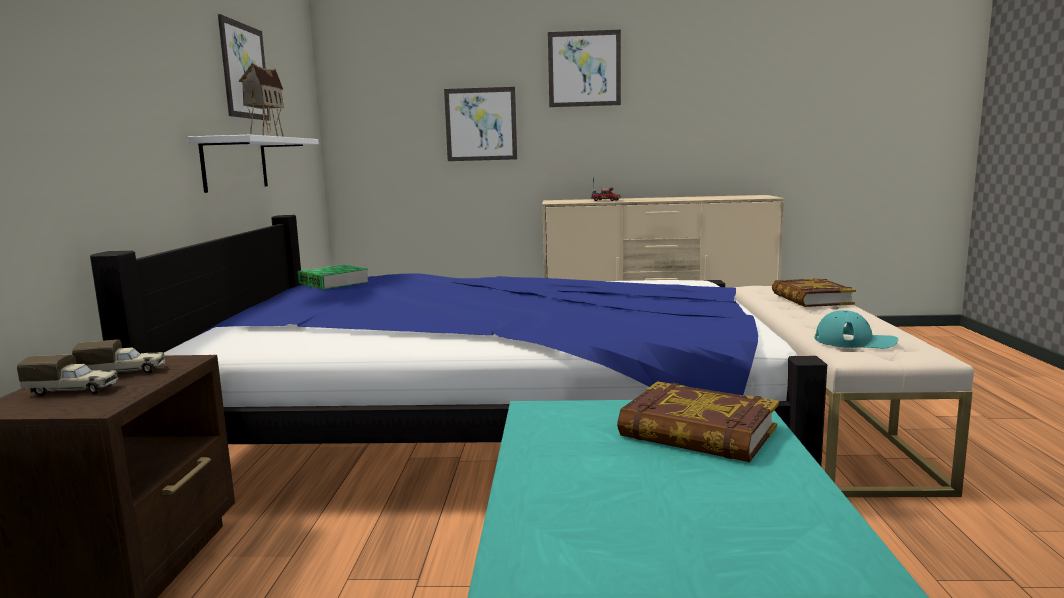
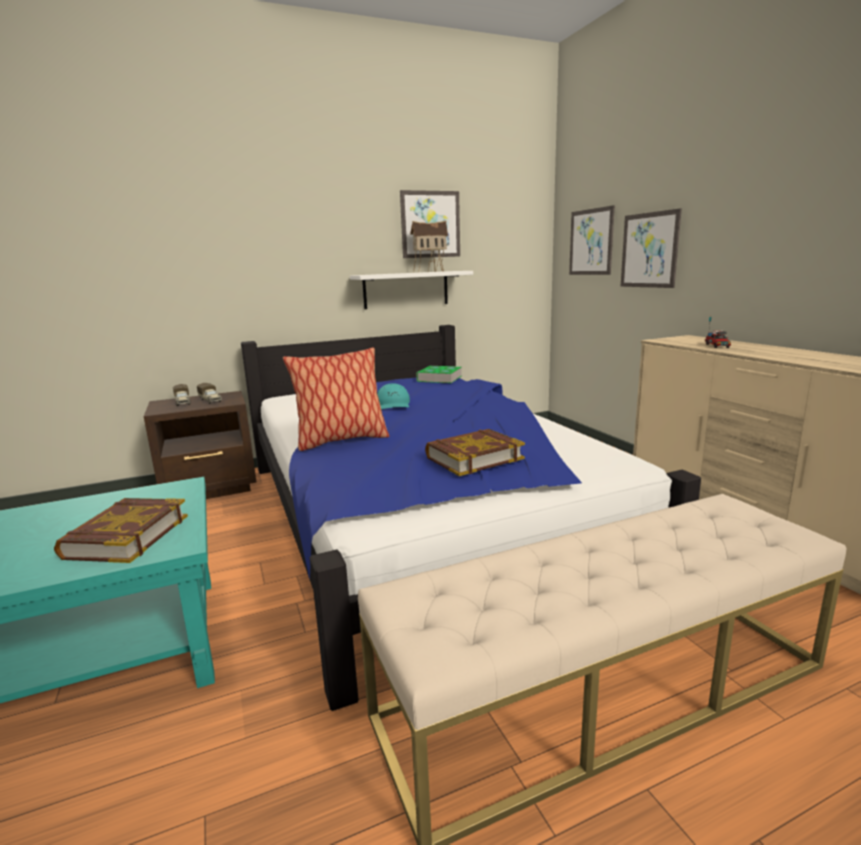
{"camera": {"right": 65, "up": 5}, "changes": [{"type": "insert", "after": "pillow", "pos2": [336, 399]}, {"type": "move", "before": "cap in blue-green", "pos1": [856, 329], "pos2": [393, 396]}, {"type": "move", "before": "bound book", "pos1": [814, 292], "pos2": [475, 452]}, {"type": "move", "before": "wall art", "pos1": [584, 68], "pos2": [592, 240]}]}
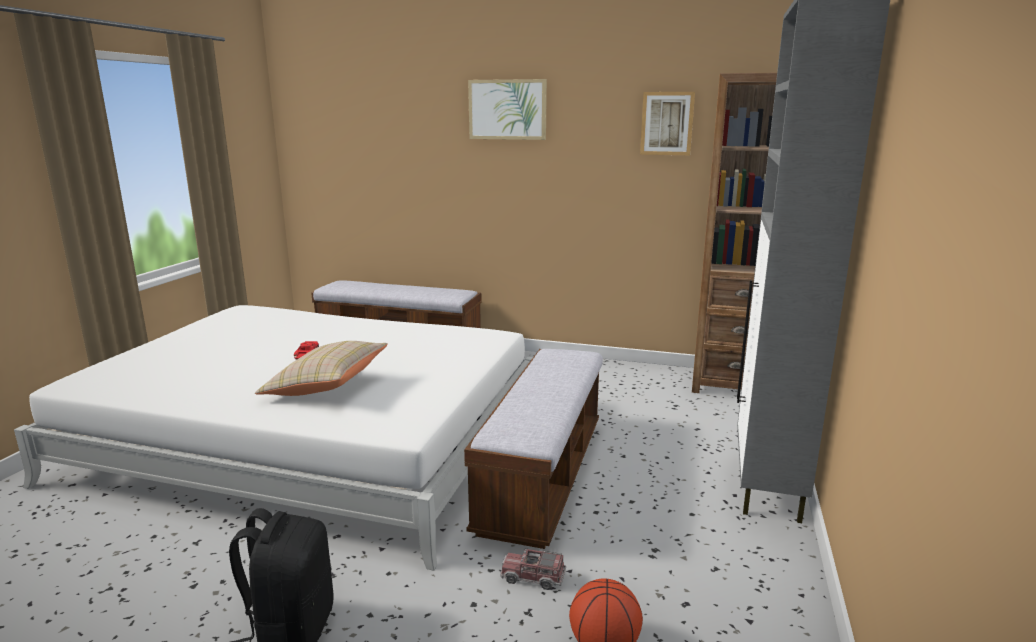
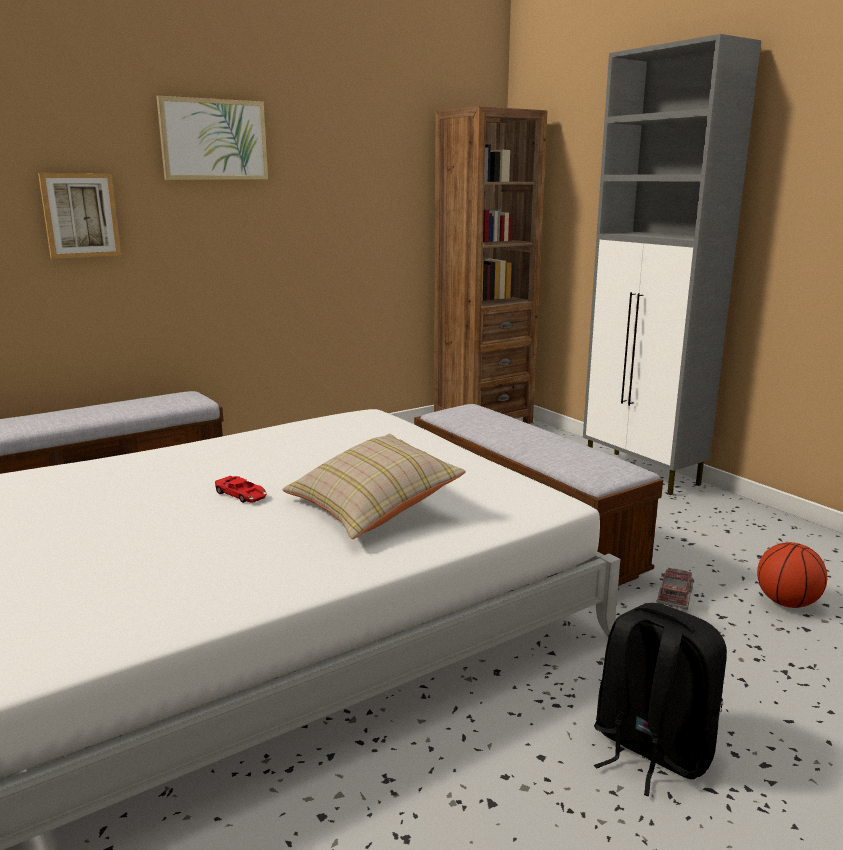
{"camera": {"right": -50, "up": 0}, "changes": [{"type": "move", "before": "wall art", "pos1": [667, 123], "pos2": [79, 216]}, {"type": "rotate", "before": "model truck", "pos1": [533, 569], "pos2": [675, 589], "turn": 150}]}
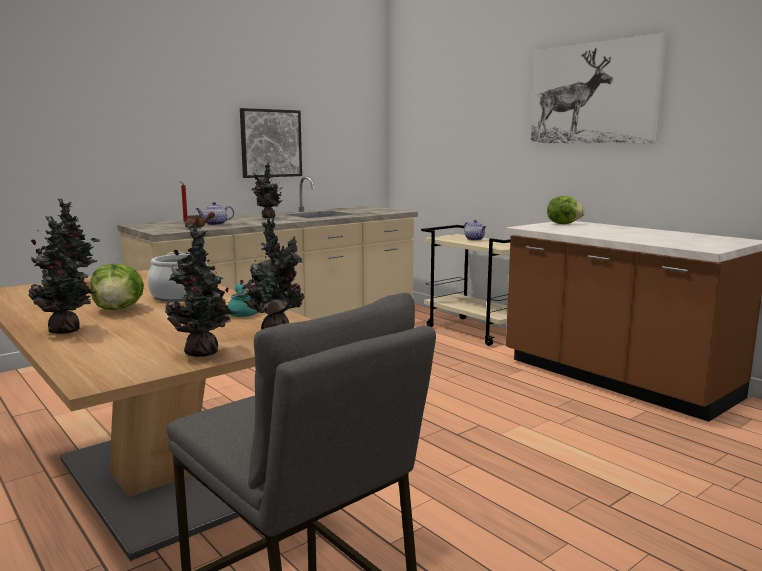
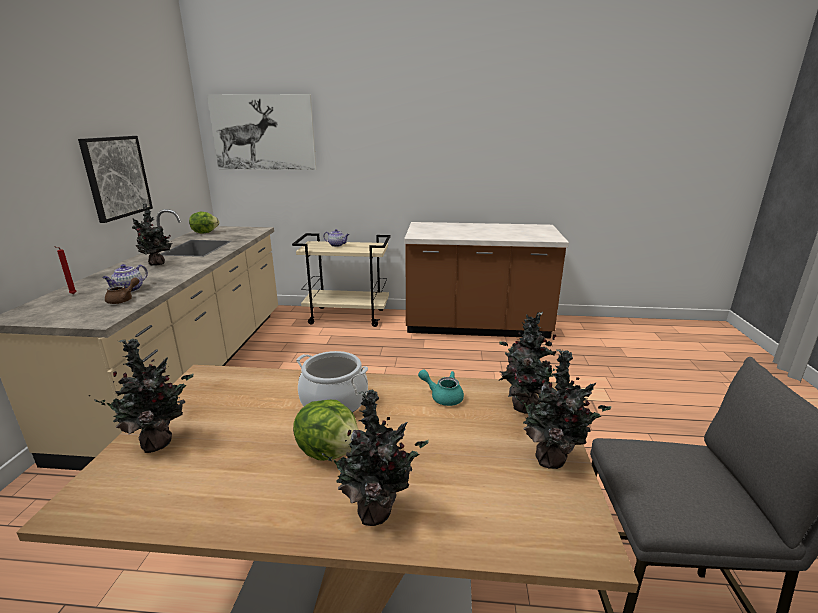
{"camera": {"right": -45, "up": 10}, "changes": [{"type": "move", "before": "lettuce head", "pos1": [566, 210], "pos2": [204, 222]}, {"type": "move", "before": "wall art", "pos1": [599, 88], "pos2": [261, 132]}]}
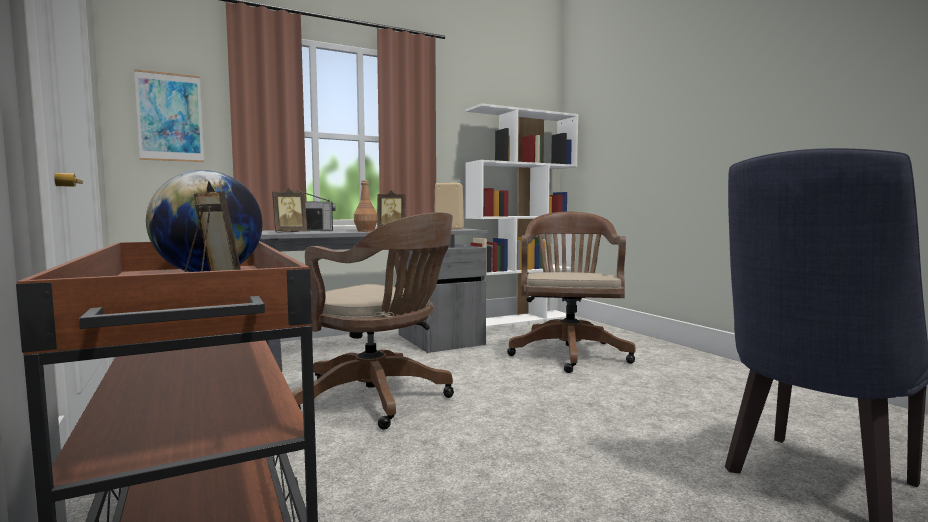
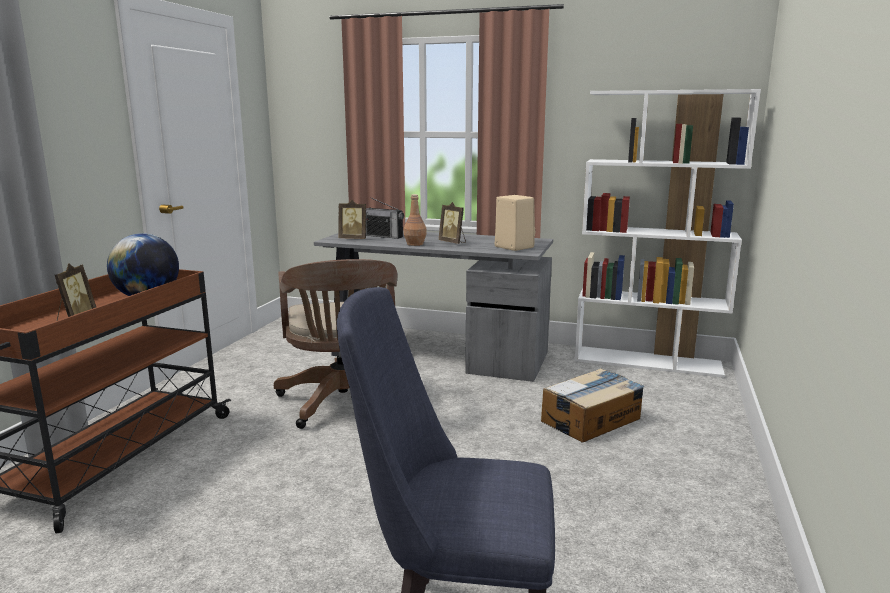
{"camera": {"right": 45, "up": 10}, "changes": [{"type": "replace", "before": "computer chair in brown-coloured", "after": "carton", "pos1": [571, 292], "pos2": [592, 405]}, {"type": "delete", "before": "wall art", "pos1": [169, 115]}]}
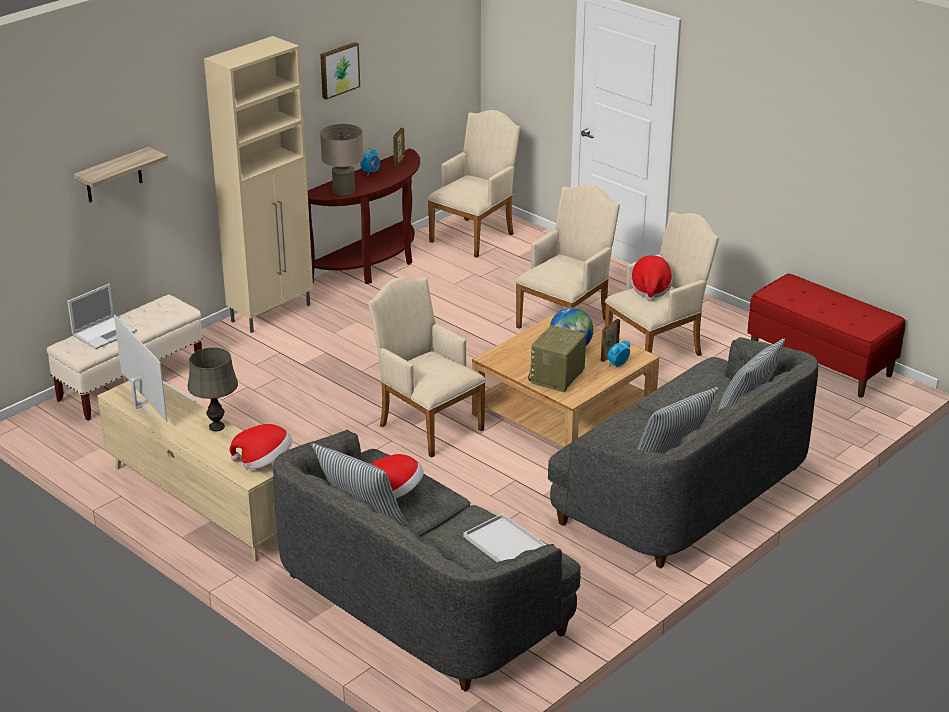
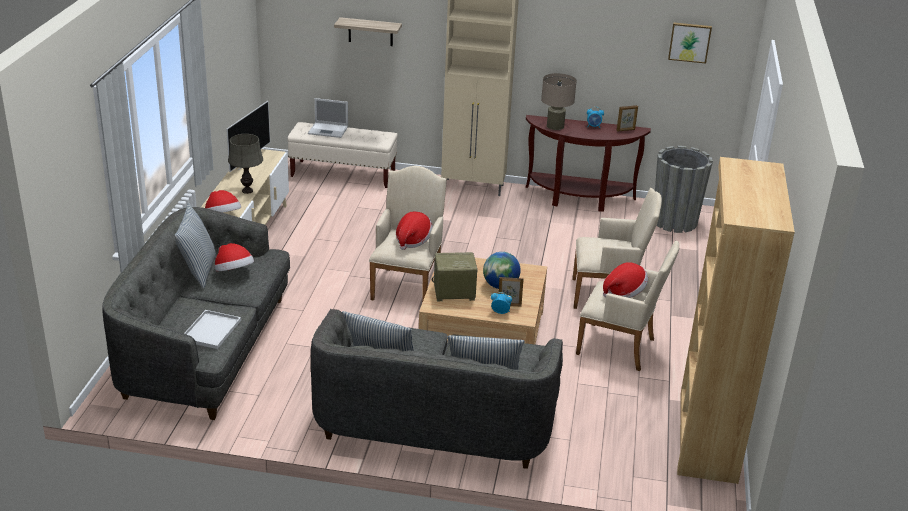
{"camera": {"right": 55, "up": 0}, "changes": [{"type": "insert", "after": "hat", "pos2": [414, 231]}, {"type": "replace", "before": "easy chair in beige", "after": "flower pot in grey", "pos1": [473, 184], "pos2": [684, 189]}, {"type": "move", "before": "wall art", "pos1": [340, 71], "pos2": [690, 42]}, {"type": "replace", "before": "indoor bench in reddish", "after": "shelving unit in brown-coloured", "pos1": [826, 336], "pos2": [736, 320]}]}
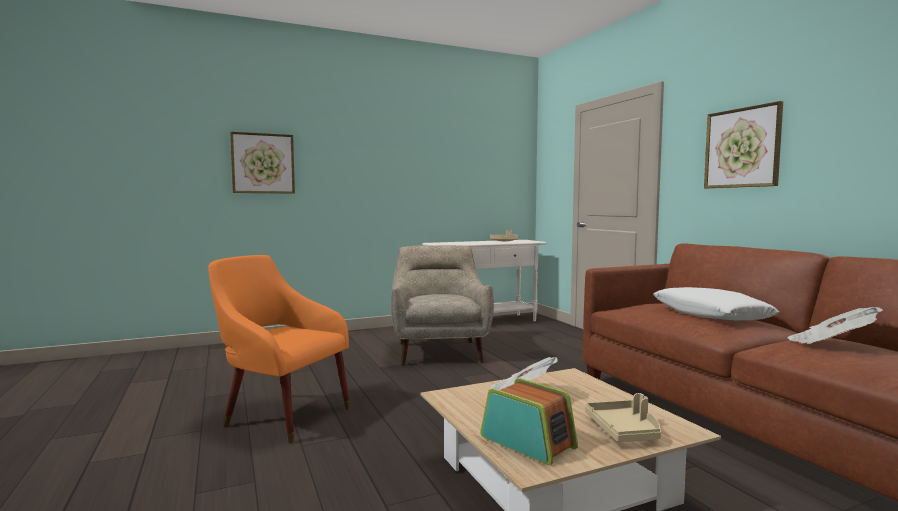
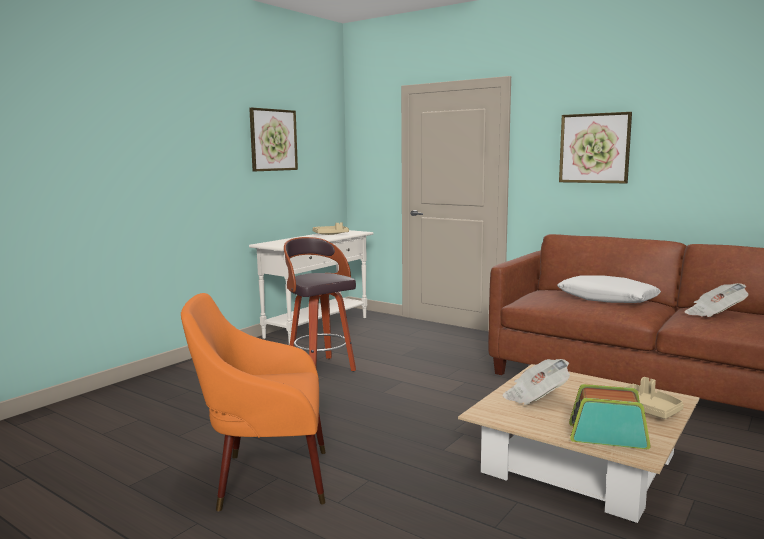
{"camera": {"right": -30, "up": 5}, "changes": [{"type": "move", "before": "wall art", "pos1": [262, 163], "pos2": [273, 139]}, {"type": "replace", "before": "easy chair in beige", "after": "sitting stool", "pos1": [442, 305], "pos2": [320, 304]}]}
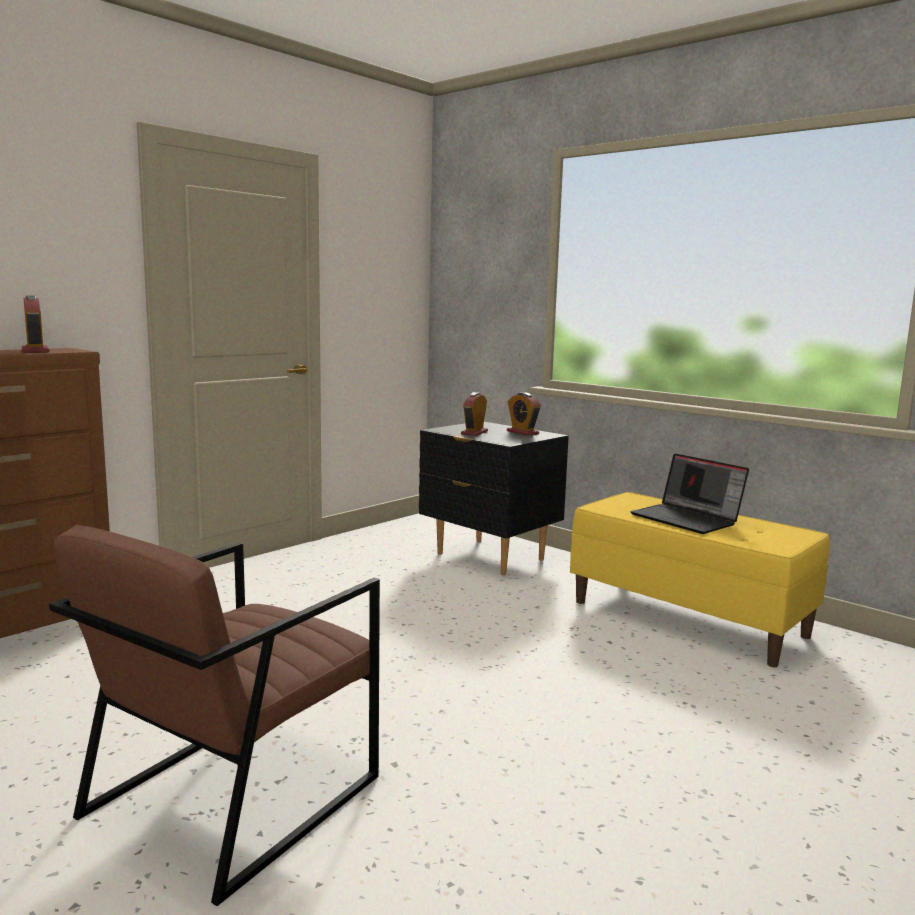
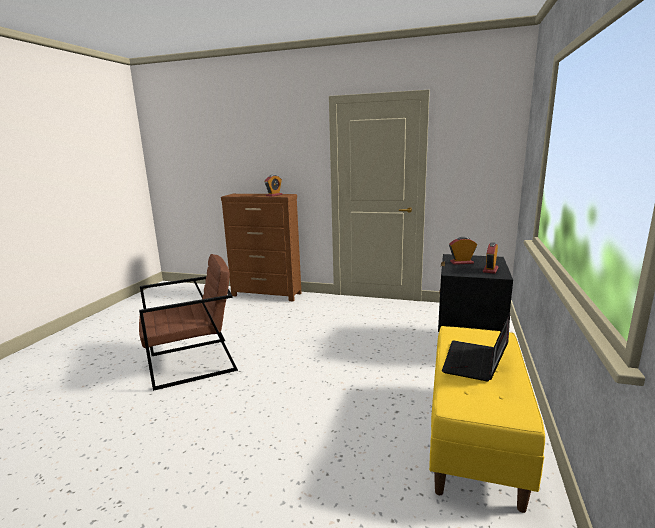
{"camera": {"right": 65, "up": 5}, "changes": [{"type": "rotate", "before": "easy chair in brown-coloured", "pos1": [214, 715], "pos2": [188, 322], "turn": 150}]}
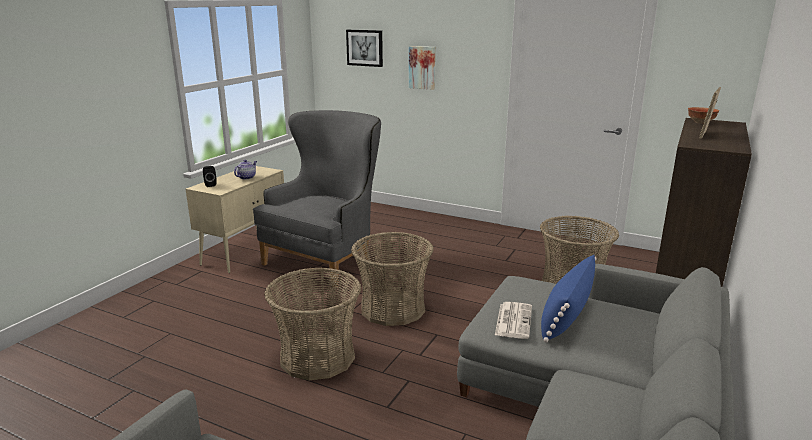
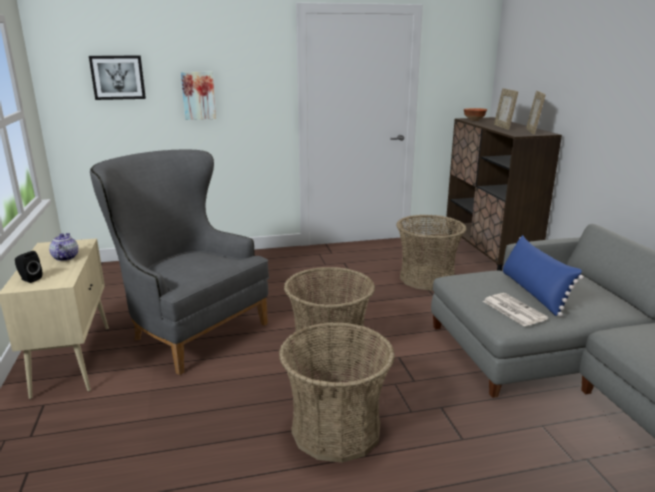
{"camera": {"right": -40, "up": 0}, "changes": [{"type": "rotate", "before": "easy chair in grey", "pos1": [317, 198], "pos2": [179, 262], "turn": -45}, {"type": "insert", "after": "standing frame", "pos2": [535, 113]}]}
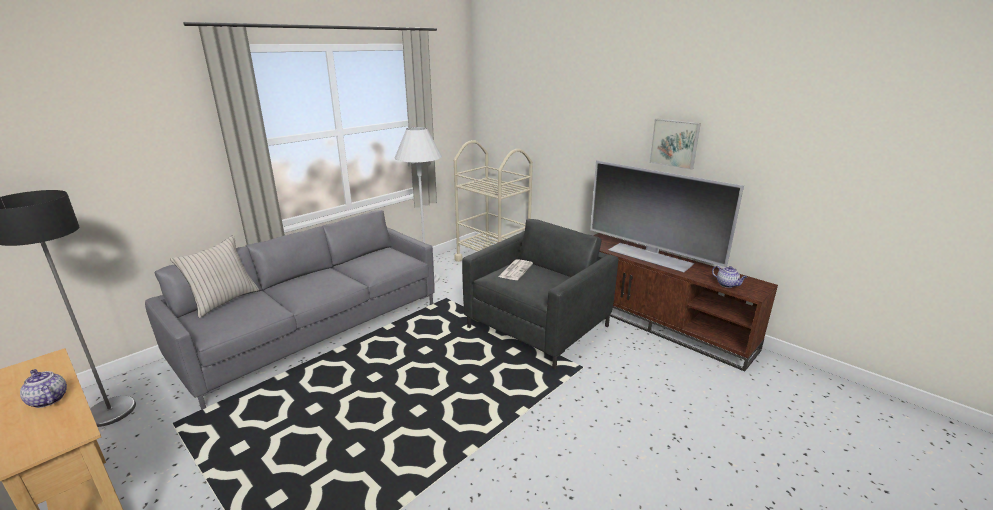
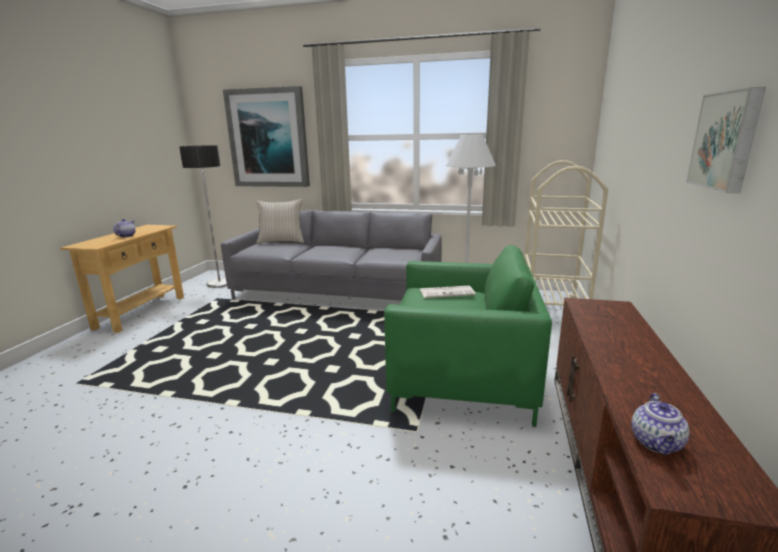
{"camera": {"right": 60, "up": -5}, "changes": [{"type": "insert", "after": "wall art", "pos2": [266, 136]}, {"type": "recolor", "before": "easy chair in grey", "after": "easy chair in green-coloured", "pos1": [540, 294], "pos2": [468, 336]}, {"type": "delete", "before": "TV", "pos1": [667, 217]}]}
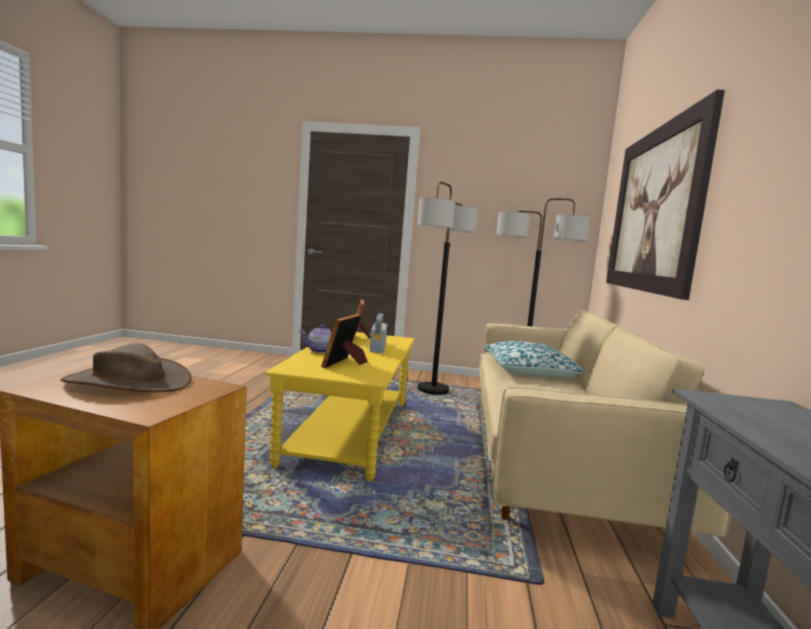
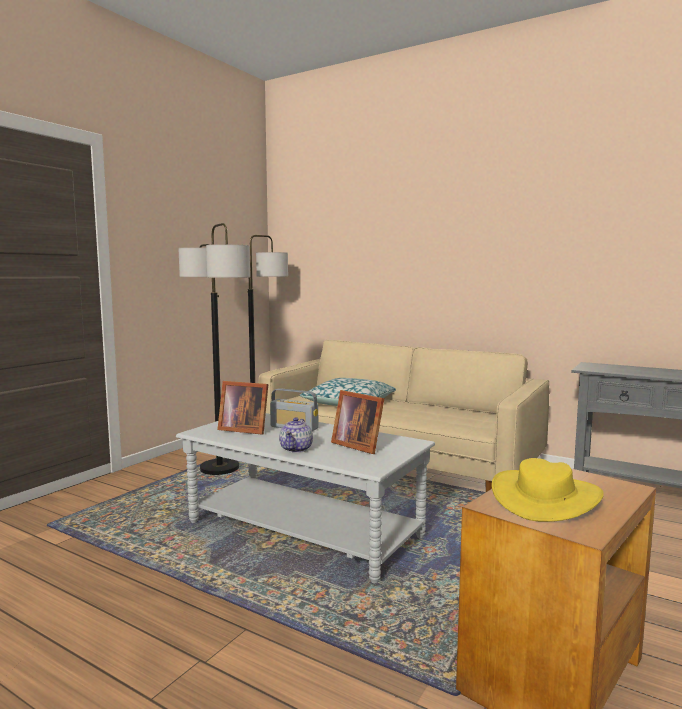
{"camera": {"right": -65, "up": 0}, "changes": [{"type": "recolor", "before": "low table in yellow-coloured", "after": "low table in grey", "pos1": [339, 407], "pos2": [305, 498]}, {"type": "recolor", "before": "hat in brown-coloured", "after": "hat in yellow-coloured", "pos1": [126, 367], "pos2": [547, 490]}, {"type": "delete", "before": "wall art", "pos1": [665, 195]}]}
